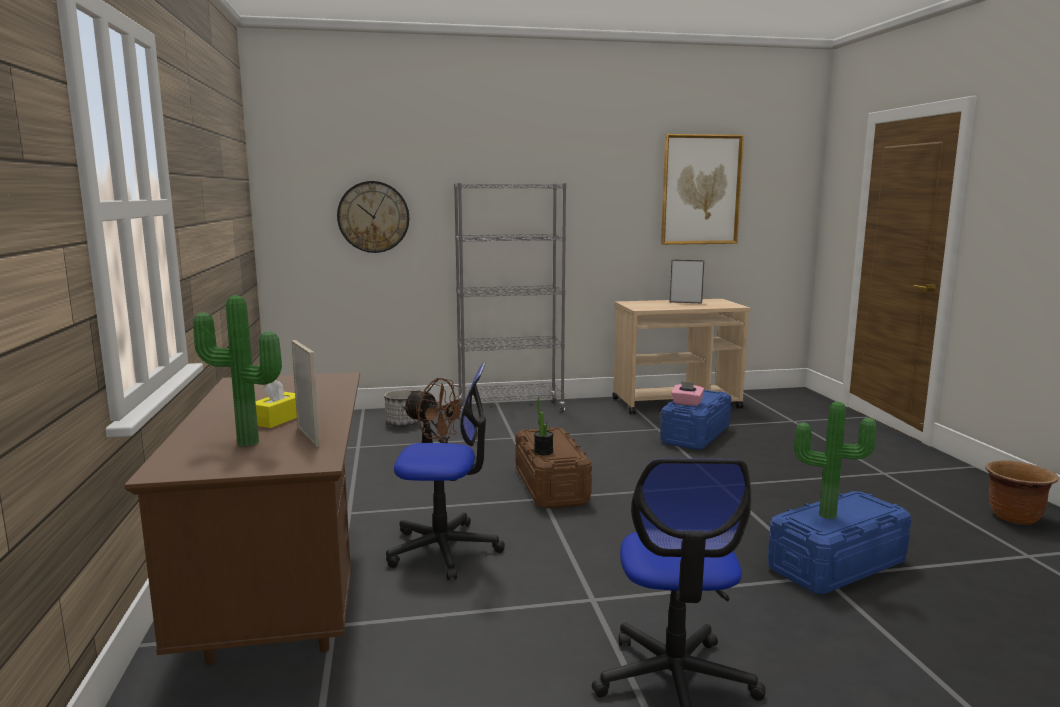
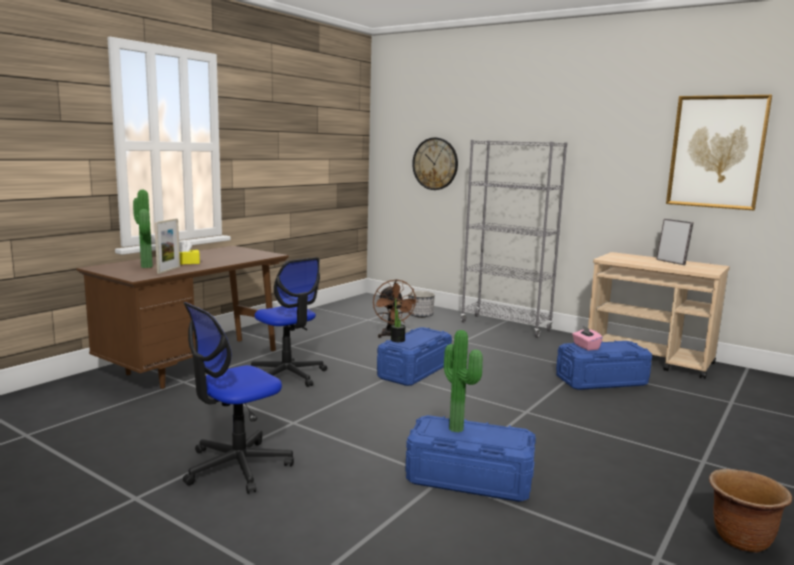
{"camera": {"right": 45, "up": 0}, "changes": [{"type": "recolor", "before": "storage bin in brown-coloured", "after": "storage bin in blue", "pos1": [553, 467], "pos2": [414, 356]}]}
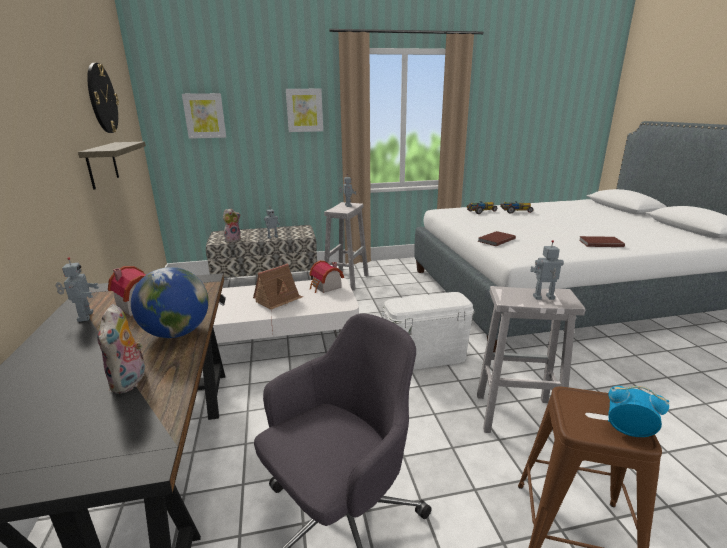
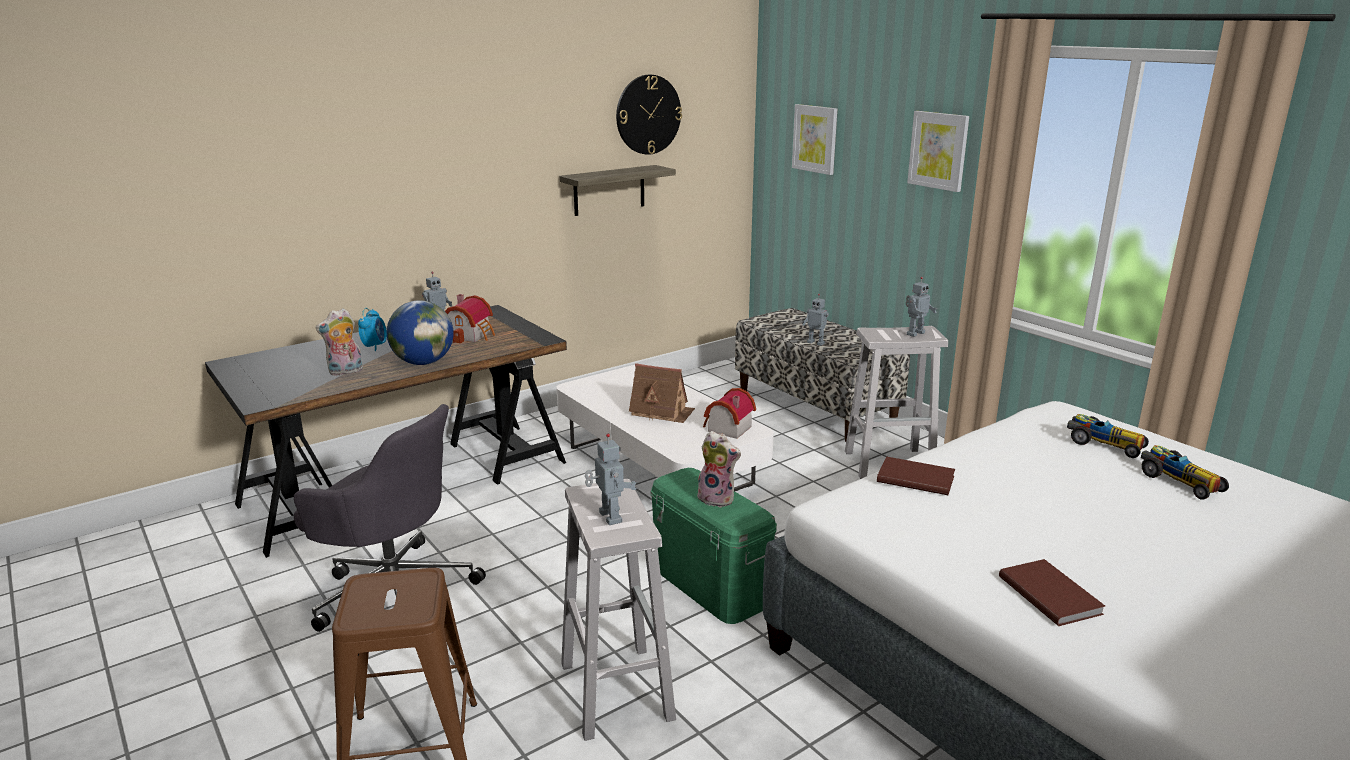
{"camera": {"right": 65, "up": 0}, "changes": [{"type": "move", "before": "bedside clock", "pos1": [638, 411], "pos2": [372, 329]}, {"type": "recolor", "before": "storage bin in whitish", "after": "storage bin in green-coloured", "pos1": [428, 331], "pos2": [714, 546]}, {"type": "move", "before": "cuddly toy", "pos1": [232, 225], "pos2": [719, 469]}]}
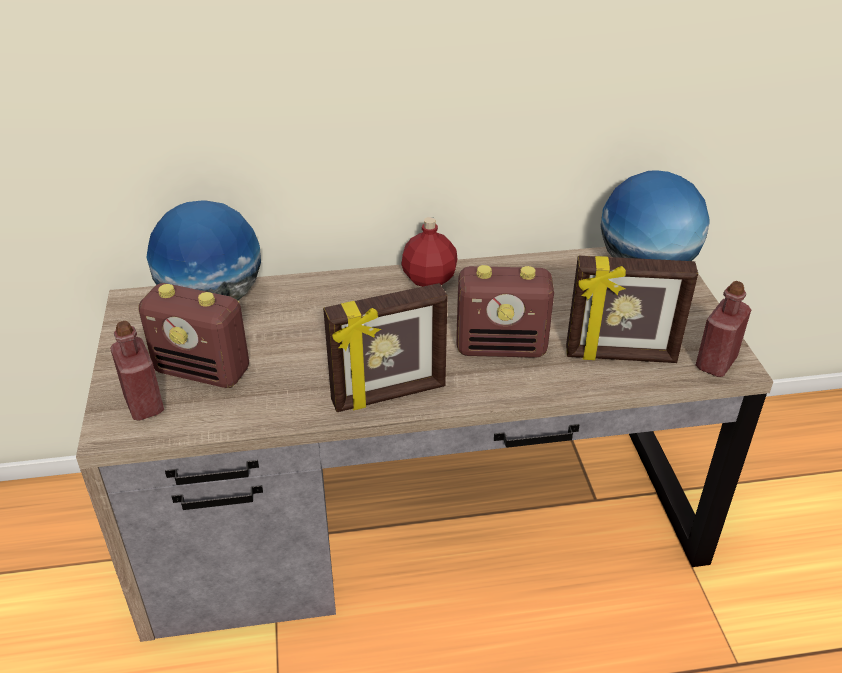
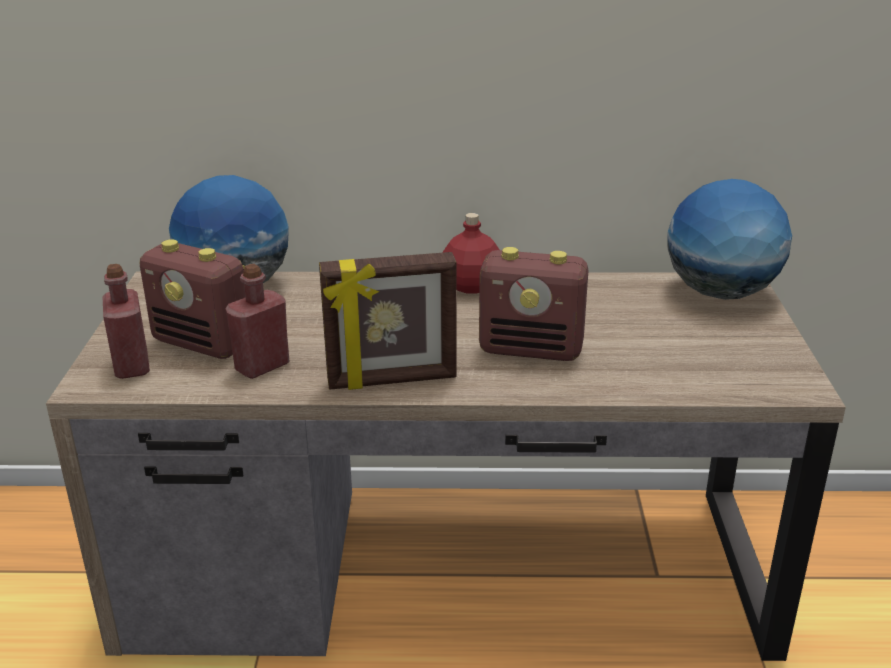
{"camera": {"right": 10, "up": -10}, "changes": [{"type": "move", "before": "beverage bottle in reddish", "pos1": [723, 329], "pos2": [257, 321]}, {"type": "delete", "before": "standing frame", "pos1": [632, 309]}]}
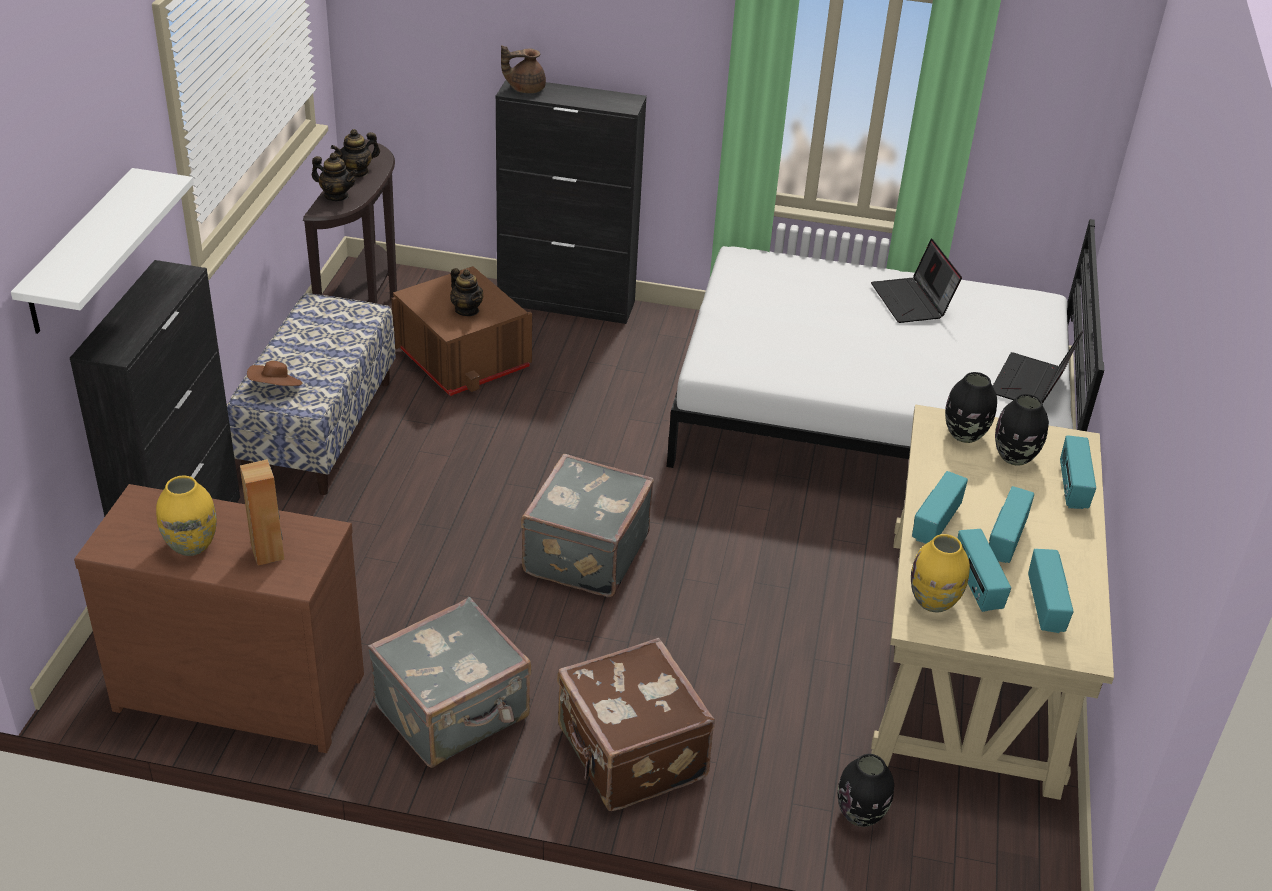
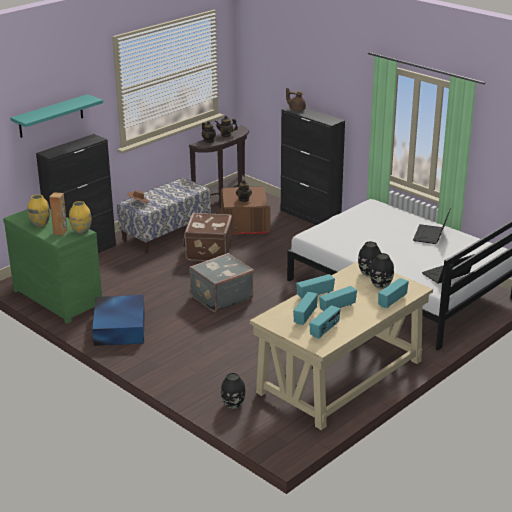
{"camera": {"right": 35, "up": -10}, "changes": [{"type": "recolor", "before": "chest of drawers in brown-coloured", "after": "chest of drawers in green-coloured", "pos1": [219, 618], "pos2": [52, 266]}, {"type": "recolor", "before": "wall shelf in whitish", "after": "wall shelf in blue-green", "pos1": [102, 251], "pos2": [56, 116]}, {"type": "move", "before": "decorative vase in yellow-coloured", "pos1": [940, 573], "pos2": [80, 217]}, {"type": "replace", "before": "piece of luggage in grey", "after": "storage bin in blue", "pos1": [449, 682], "pos2": [118, 320]}, {"type": "move", "before": "piece of luggage in brown-coloured", "pos1": [636, 724], "pos2": [207, 237]}]}
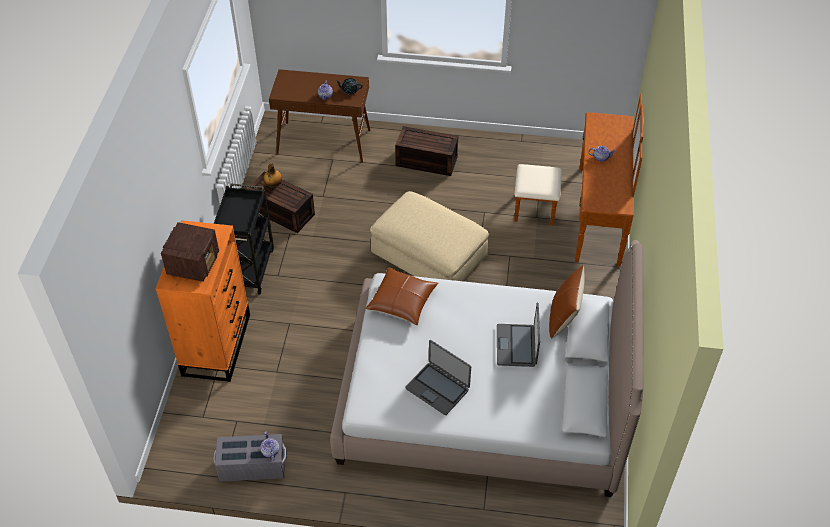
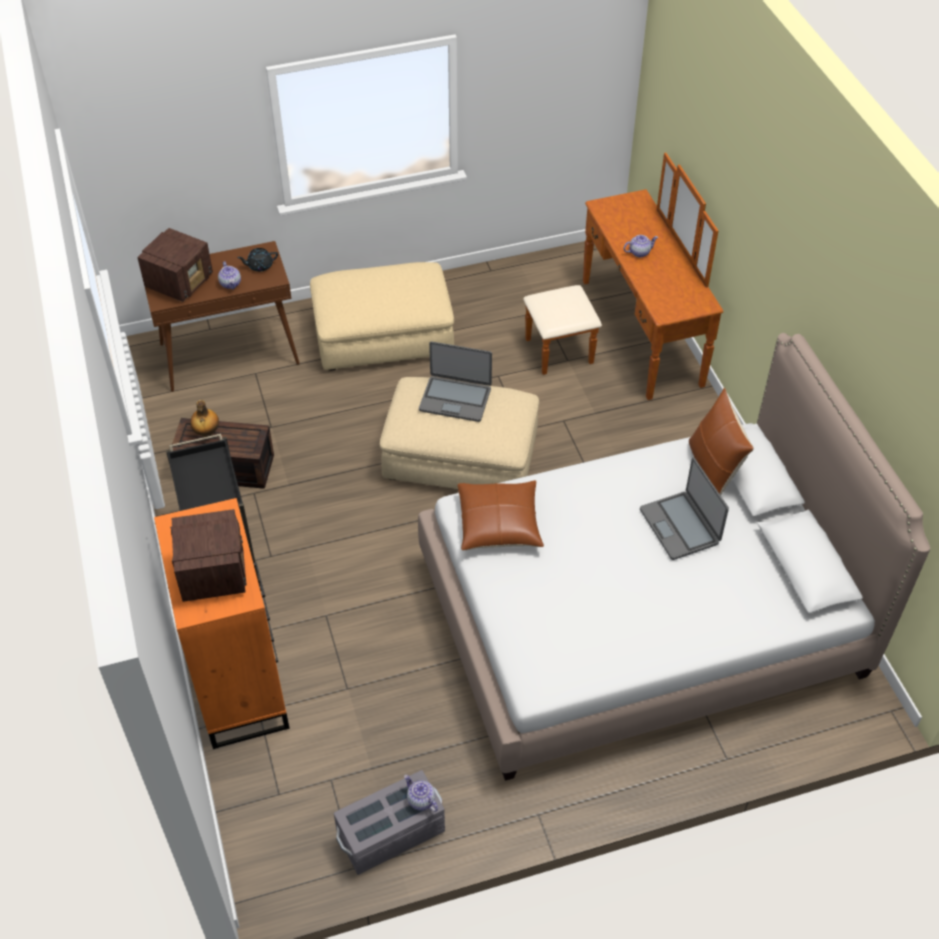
{"camera": {"right": -25, "up": 0}, "changes": [{"type": "insert", "after": "radio receiver", "pos2": [175, 265]}, {"type": "replace", "before": "storage bin in brown-coloured", "after": "ottoman in beige", "pos1": [426, 151], "pos2": [382, 316]}, {"type": "move", "before": "notebook computer", "pos1": [438, 377], "pos2": [455, 381]}]}
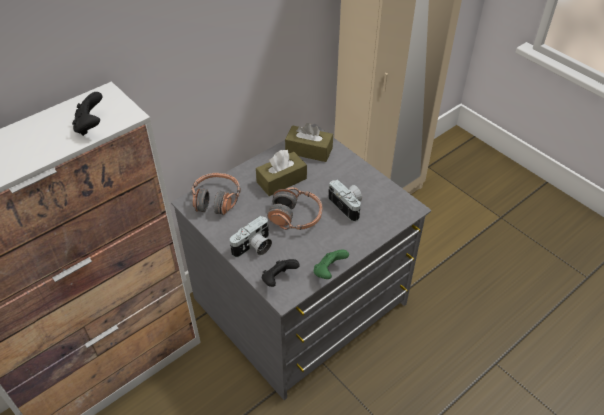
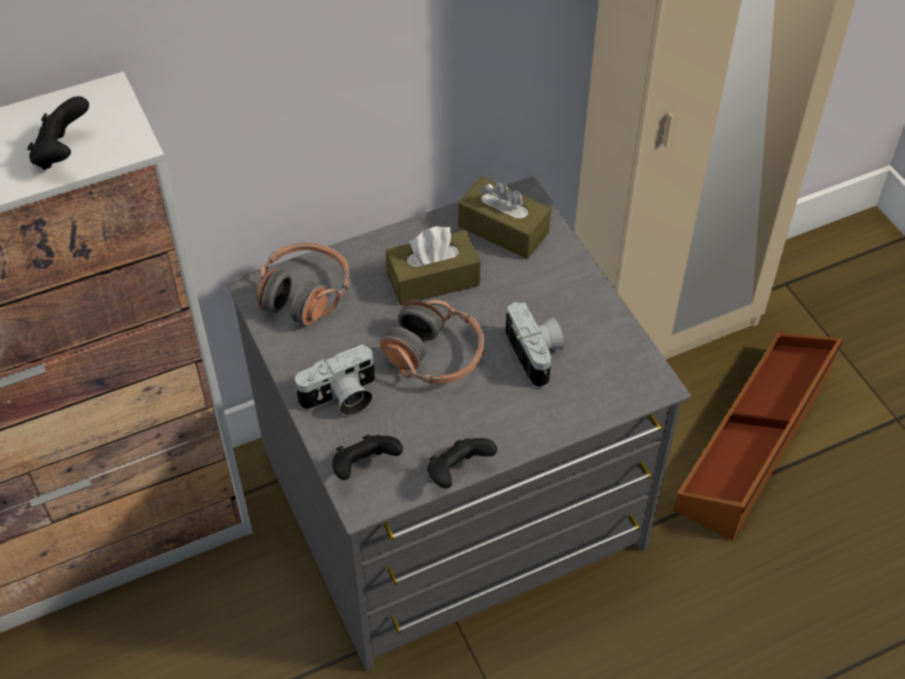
{"camera": {"right": 15, "up": 5}, "changes": [{"type": "recolor", "before": "gamepad in green-coloured", "after": "gamepad in black", "pos1": [331, 264], "pos2": [462, 463]}, {"type": "insert", "after": "storage bin in brown-coloured", "pos2": [758, 436]}]}
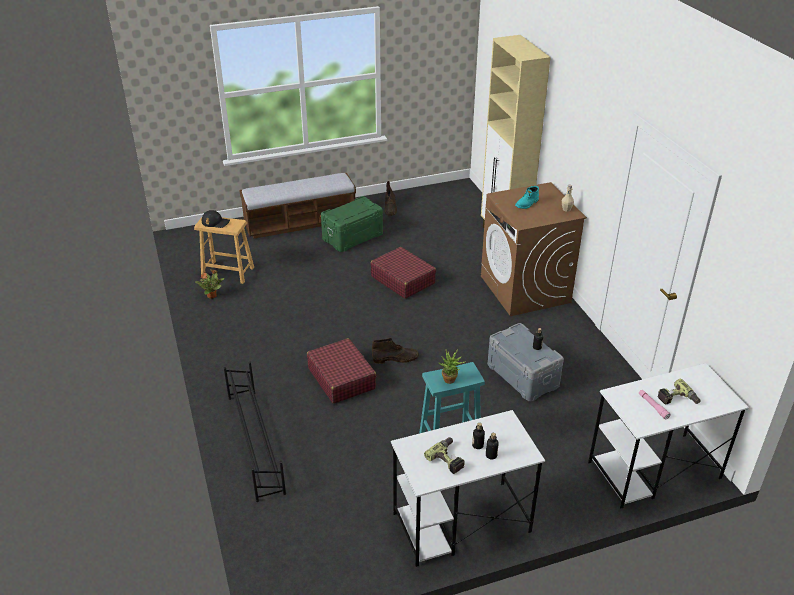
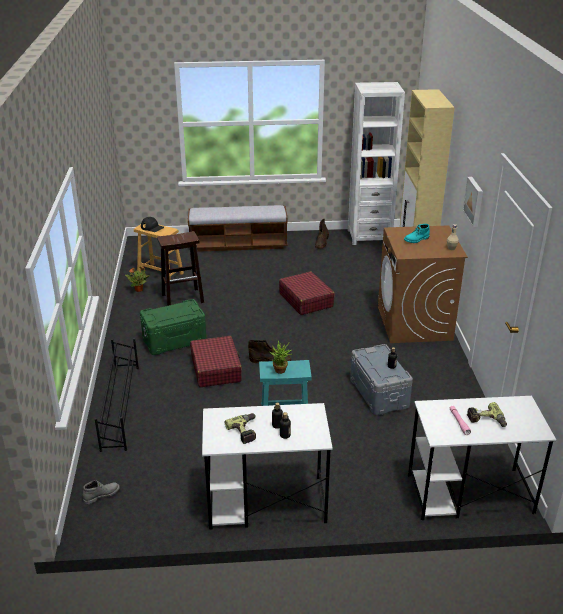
{"camera": {"right": 15, "up": -5}, "changes": [{"type": "insert", "after": "boot in grey", "pos2": [101, 492]}, {"type": "move", "before": "storage bin in green-coloured", "pos1": [352, 224], "pos2": [173, 327]}, {"type": "insert", "after": "sitting stool in brown-coloured", "pos2": [180, 268]}, {"type": "insert", "after": "shelving unit in whitish", "pos2": [376, 163]}, {"type": "insert", "after": "wall art", "pos2": [473, 202]}]}
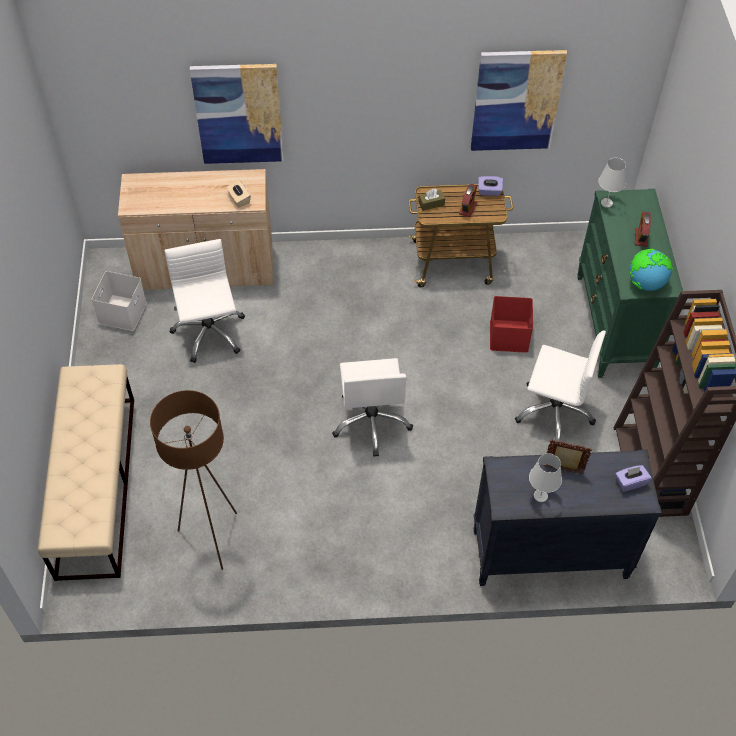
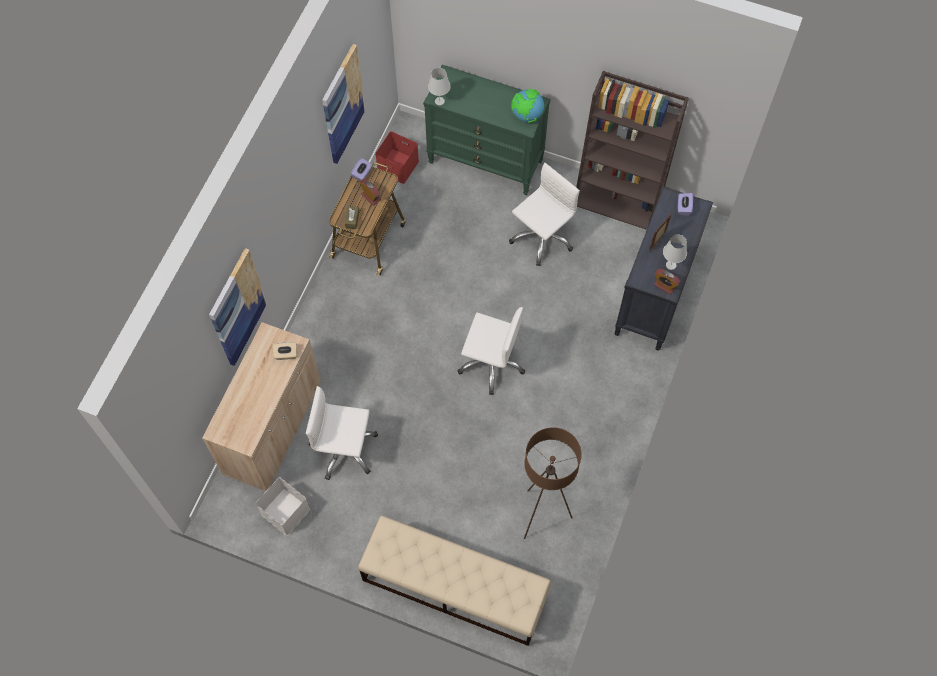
{"camera": {"right": -65, "up": 10}, "changes": [{"type": "move", "before": "storage bin in reddish", "pos1": [511, 324], "pos2": [397, 157]}, {"type": "move", "before": "bedside clock", "pos1": [643, 229], "pos2": [667, 282]}]}
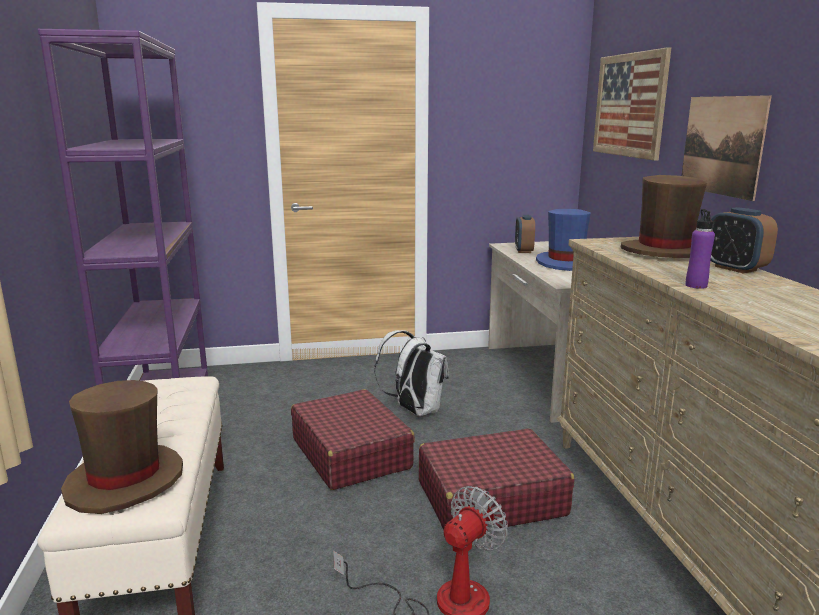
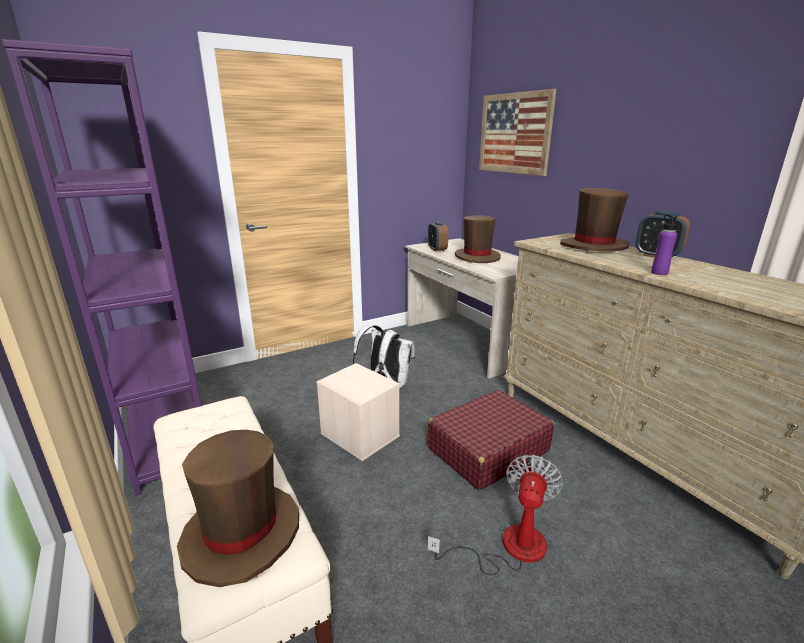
{"camera": {"right": -20, "up": 5}, "changes": [{"type": "replace", "before": "piece of luggage in reddish", "after": "storage bin in beige", "pos1": [353, 439], "pos2": [358, 412]}, {"type": "recolor", "before": "hat in blue", "after": "hat in brown-coloured", "pos1": [563, 240], "pos2": [478, 239]}, {"type": "delete", "before": "wall art", "pos1": [726, 148]}]}
